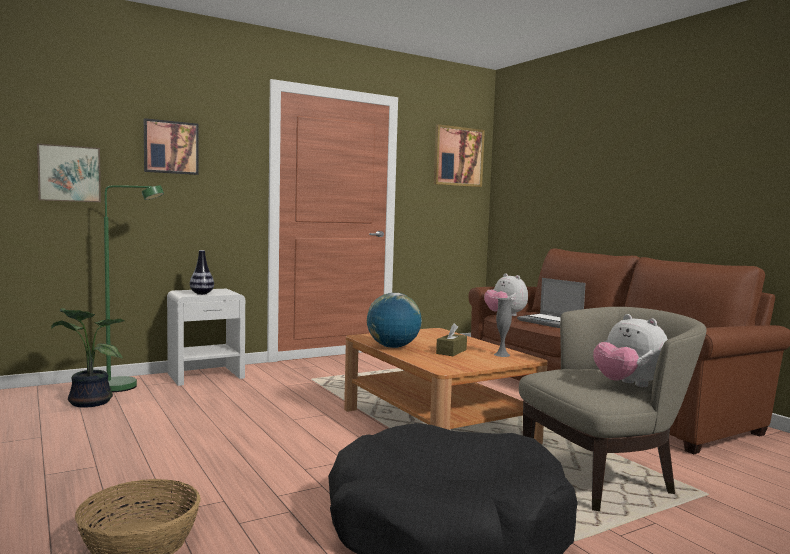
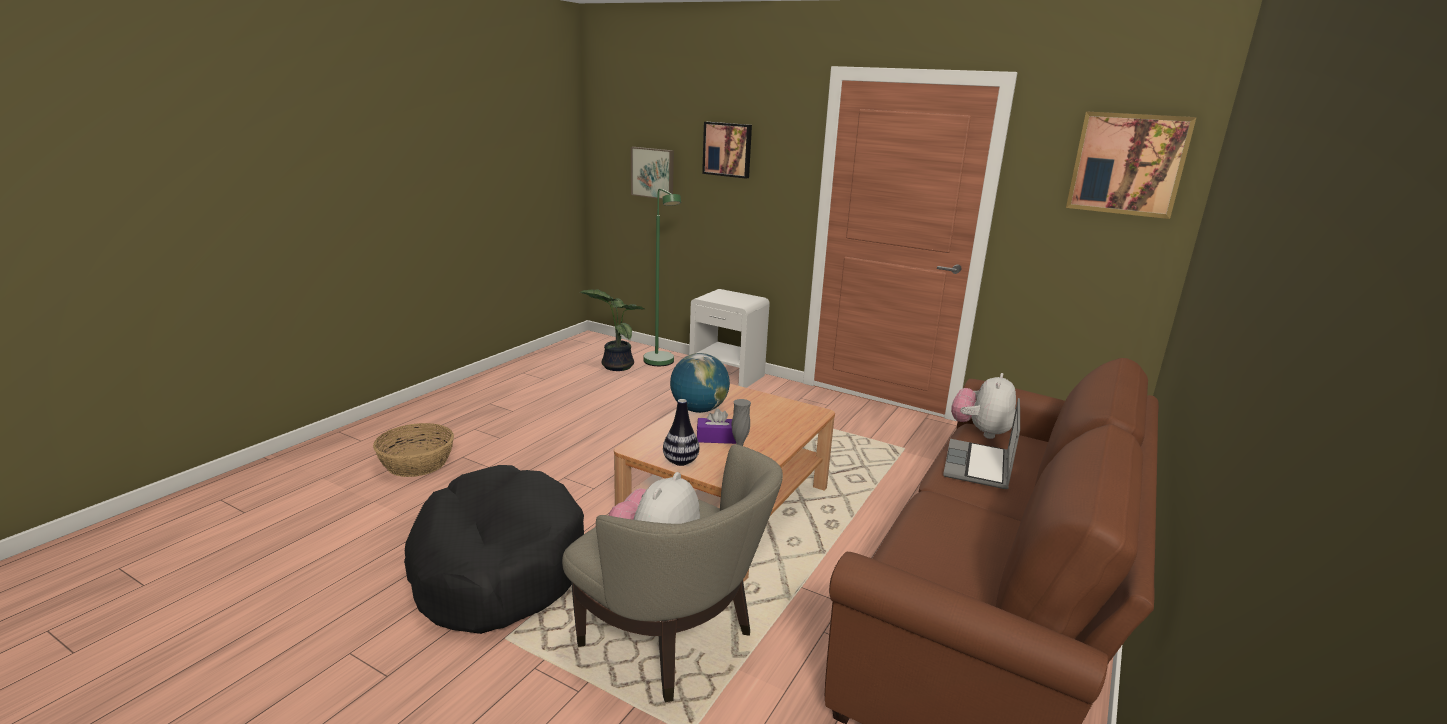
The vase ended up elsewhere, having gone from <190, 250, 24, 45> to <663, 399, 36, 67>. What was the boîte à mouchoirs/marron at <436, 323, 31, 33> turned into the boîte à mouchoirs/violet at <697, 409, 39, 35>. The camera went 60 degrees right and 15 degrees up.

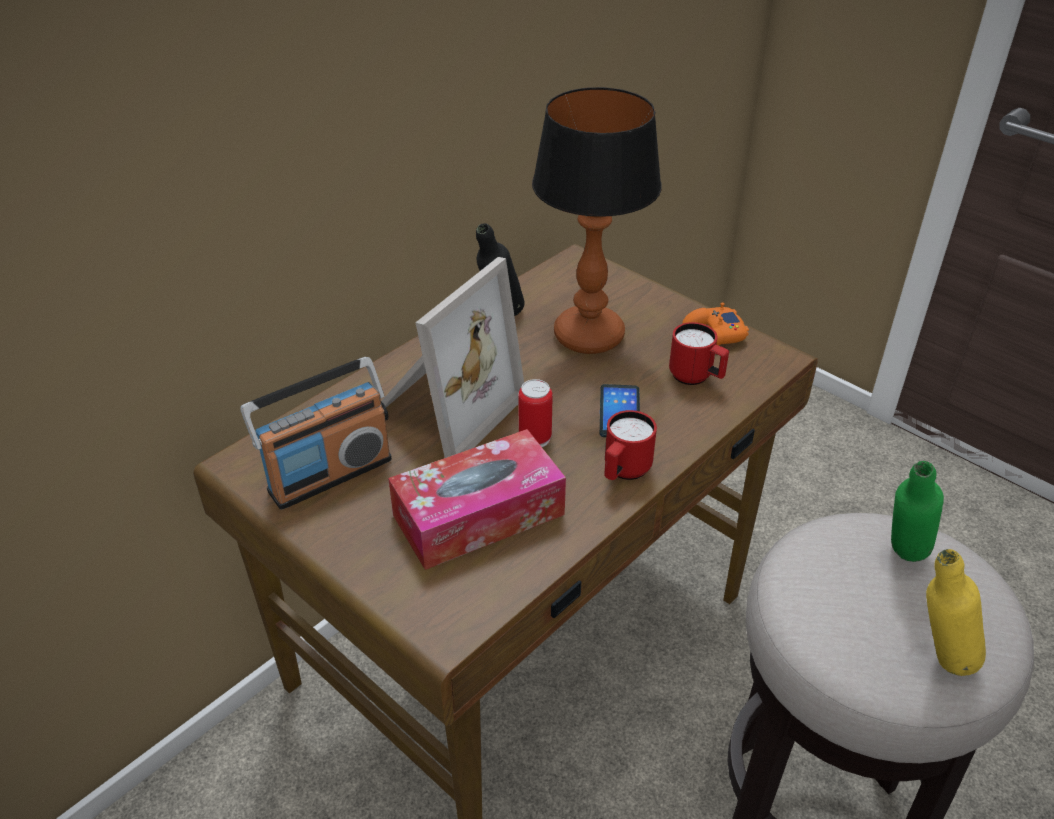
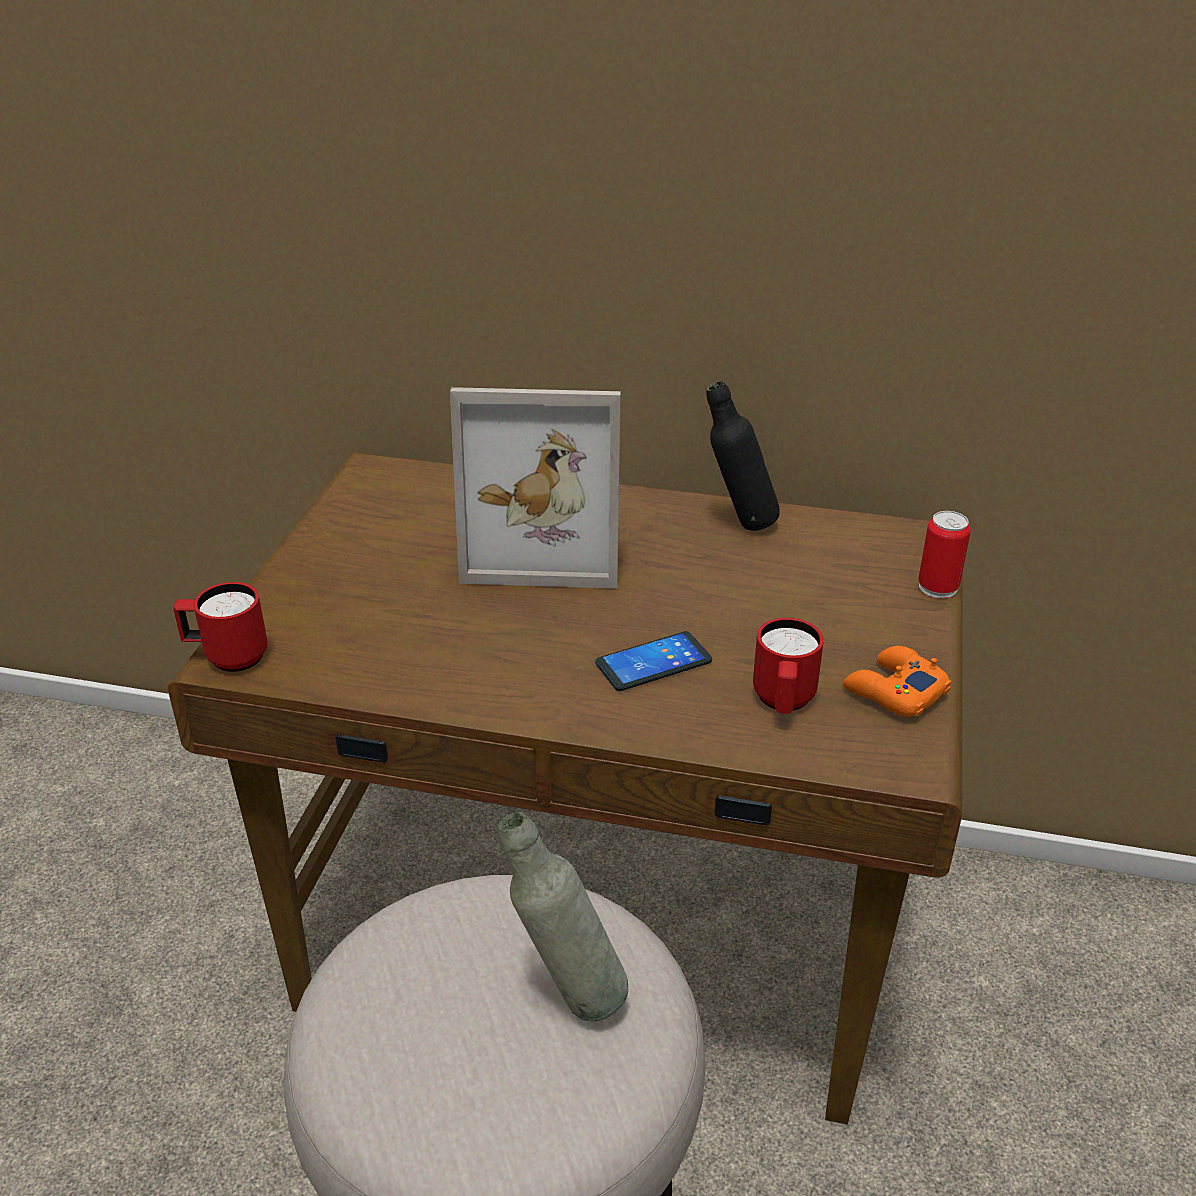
The second view lost the lampe de table at <532, 87, 130, 267>. The second view lost the radio at <240, 357, 152, 153>. The boîte métallique ended up elsewhere, having gone from <518, 379, 35, 68> to <918, 511, 53, 88>. The mug/rouge ended up elsewhere, having gone from <604, 410, 53, 70> to <173, 582, 94, 90>. The second view lost the boîte à mouchoirs at <388, 429, 178, 141>. What was the bouteille/vert at <891, 461, 53, 101> turned into the bouteille/gris at <498, 812, 130, 209>. The second view lost the bouteille/jaune at <926, 549, 60, 127>. The camera went 60 degrees right and 5 degrees down.

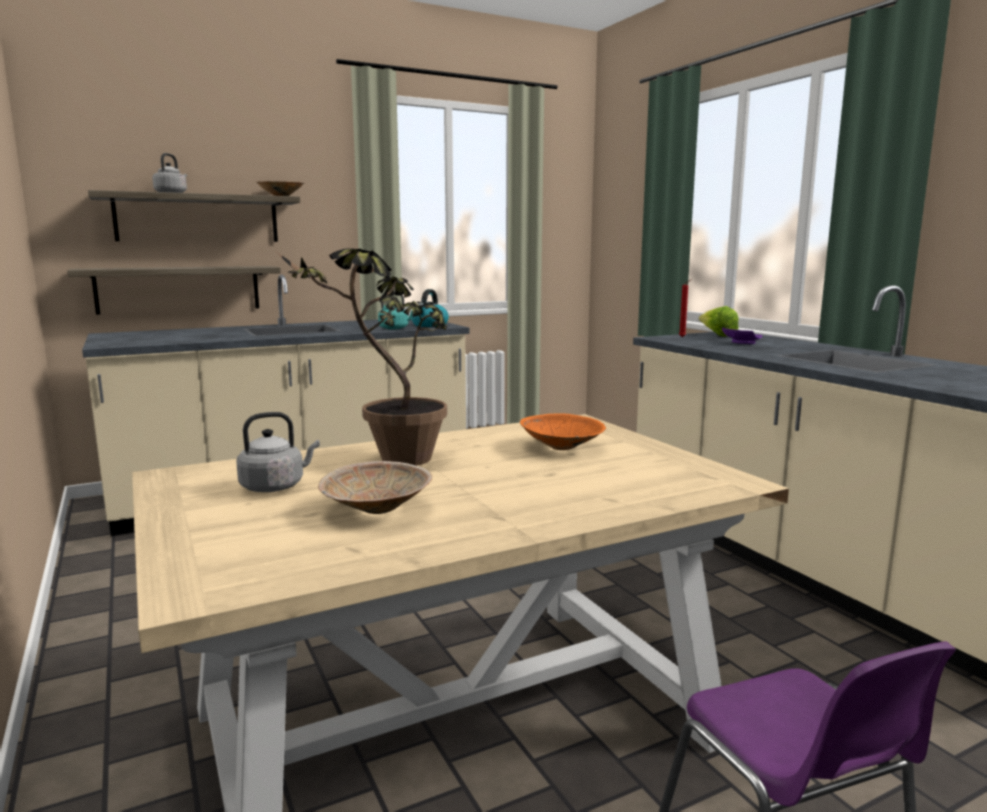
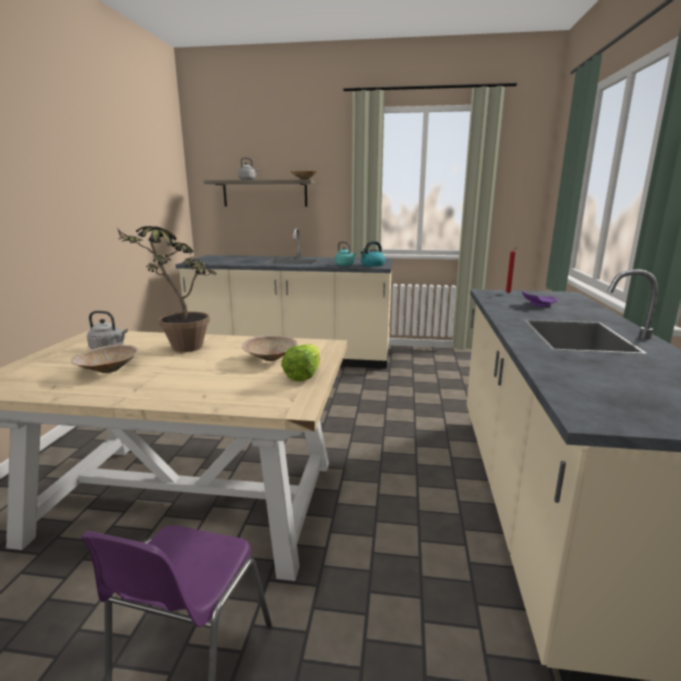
The second view lost the étagère at <67, 266, 214, 49>. The laitue ended up elsewhere, having gone from <699, 306, 39, 31> to <281, 344, 39, 37>. What was the bol/orange at <520, 413, 86, 37> turned into the bol/beige at <242, 335, 56, 26>. The camera went 35 degrees right and 5 degrees up.

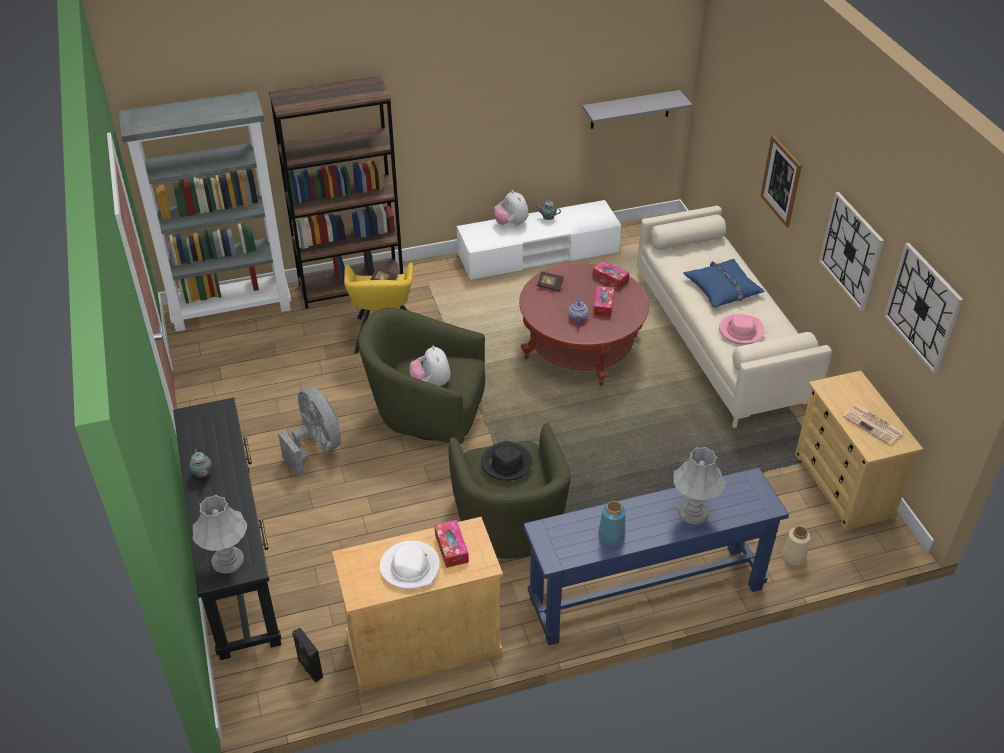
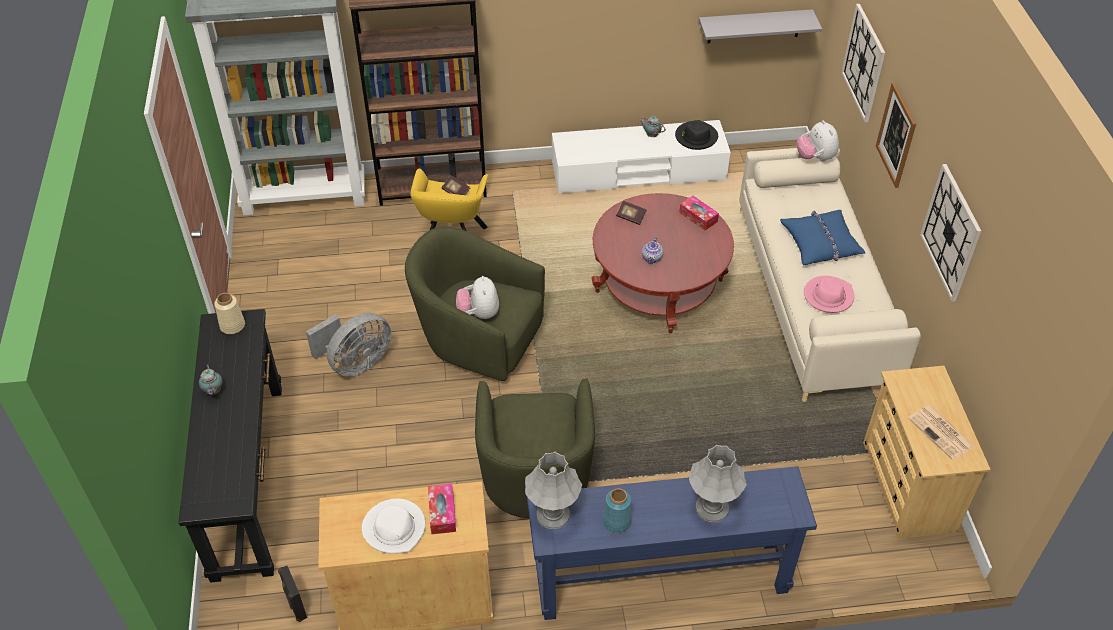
The peluche ended up elsewhere, having gone from <493, 190, 36, 36> to <797, 120, 42, 41>. The horloge murale ended up elsewhere, having gone from <884, 243, 79, 131> to <841, 4, 44, 118>. The second view lost the boîte à mouchoirs at <593, 286, 21, 31>. The ventilateur/gris at <278, 387, 63, 90> ended up facing another way, 75 degrees clockwise from before. The chapeau/noir ended up elsewhere, having gone from <481, 441, 52, 40> to <675, 120, 43, 30>. The lampe de table/gris ended up elsewhere, having gone from <193, 495, 54, 78> to <525, 451, 57, 78>. The vase/beige ended up elsewhere, having gone from <782, 526, 28, 39> to <214, 293, 31, 41>. The camera went 10 degrees right and 5 degrees up.

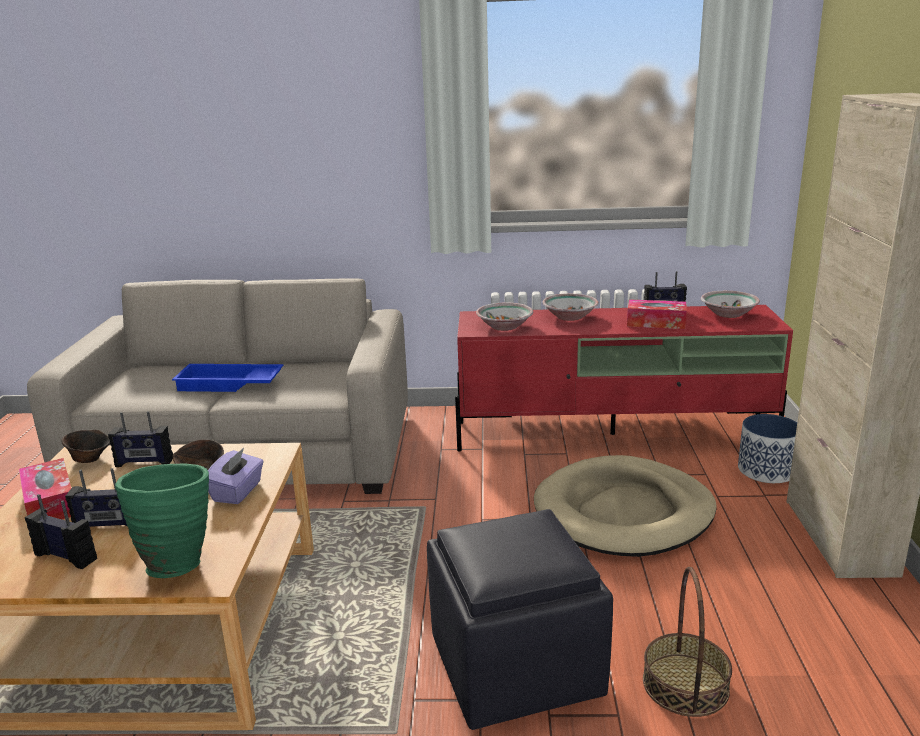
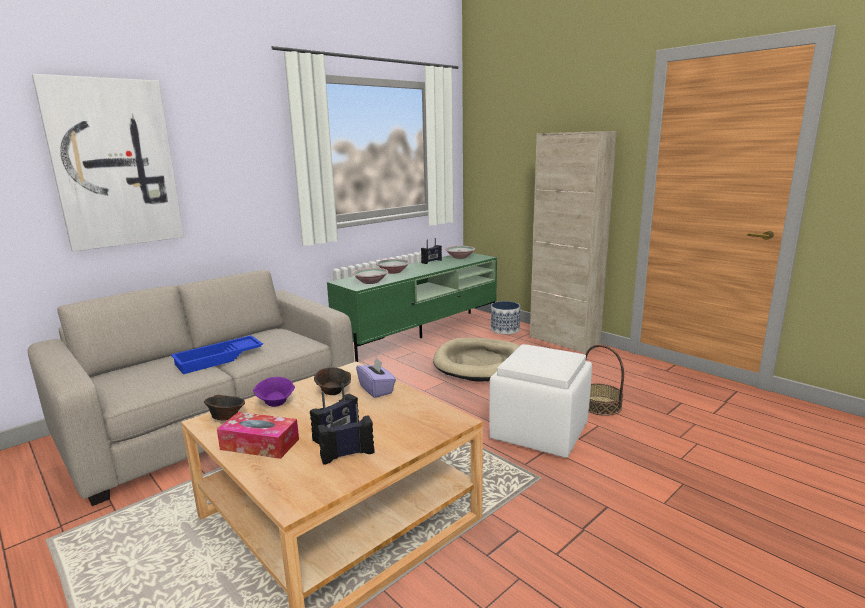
The second view lost the boîte à mouchoirs at <627, 299, 60, 30>. What was the meuble télé/rouge at <455, 305, 338, 147> turned into the meuble télé/vert at <327, 253, 170, 109>. Where the radio stood at <108, 411, 65, 56>, the bol/violet came to stand at <253, 377, 42, 30>. The second view lost the vase/vert at <115, 464, 94, 114>. What was the pouf/noir at <427, 509, 186, 221> turned into the pouf/blanc at <489, 344, 103, 114>. The second view gained the tableau at <32, 74, 152, 178>. The camera went 45 degrees left and 5 degrees down.

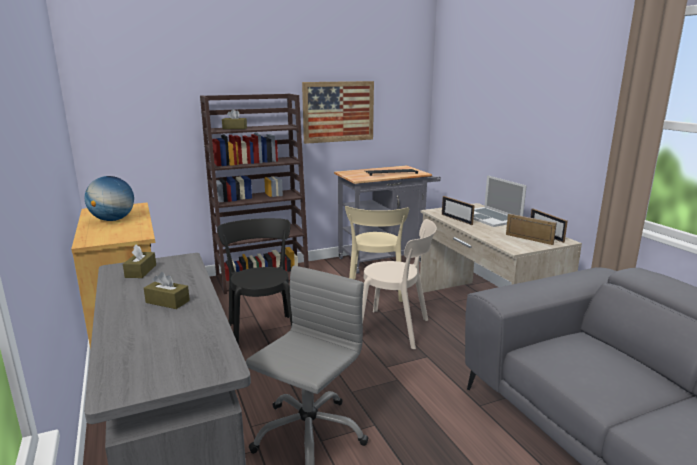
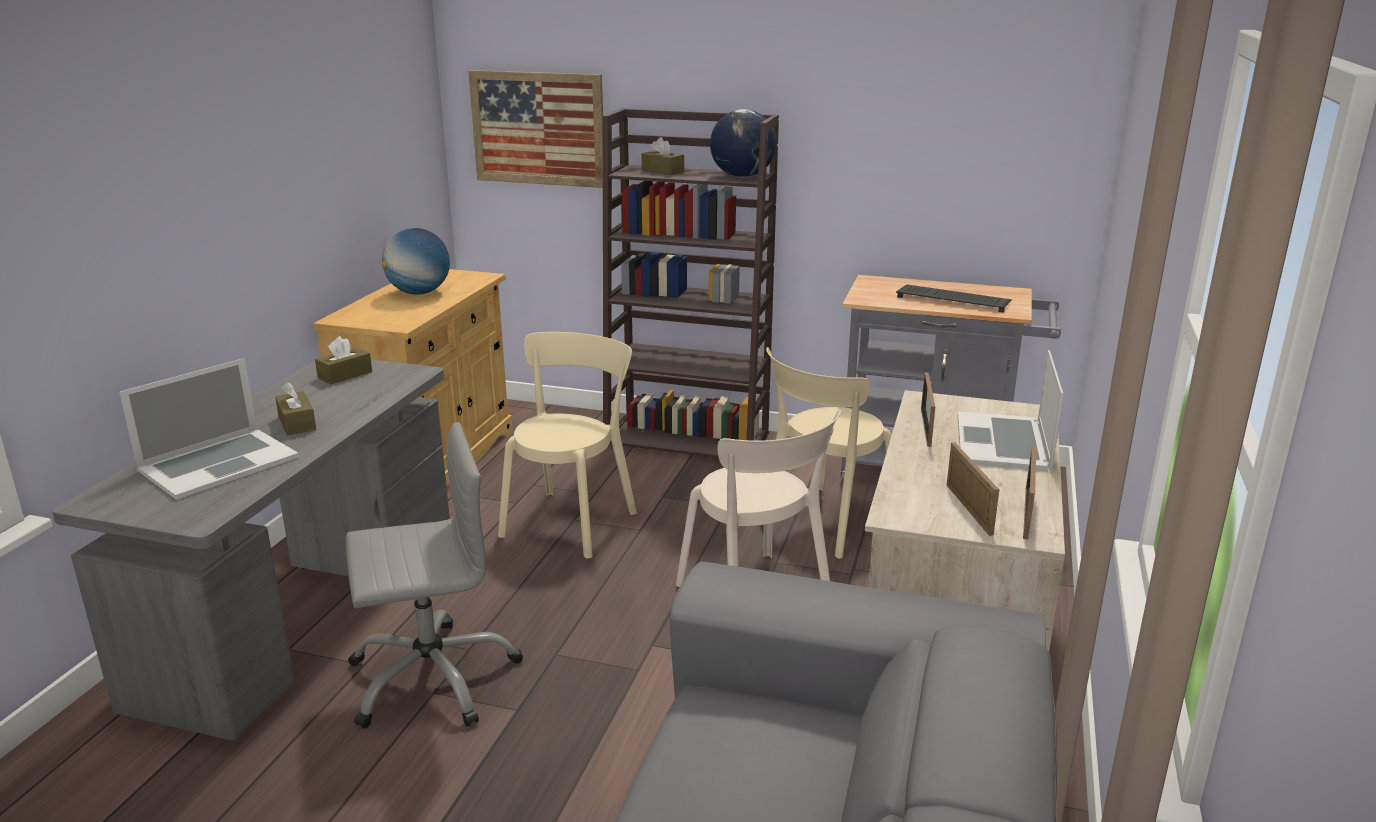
The tableau ended up elsewhere, having gone from <302, 81, 72, 63> to <468, 70, 135, 118>. What was the chaise/noir at <217, 218, 76, 127> turned into the chaise/beige at <498, 332, 139, 227>. The second view gained the globe at <710, 109, 66, 69>. The second view gained the ordinateur portable at <119, 358, 180, 142>. The camera went 40 degrees right and 5 degrees up.

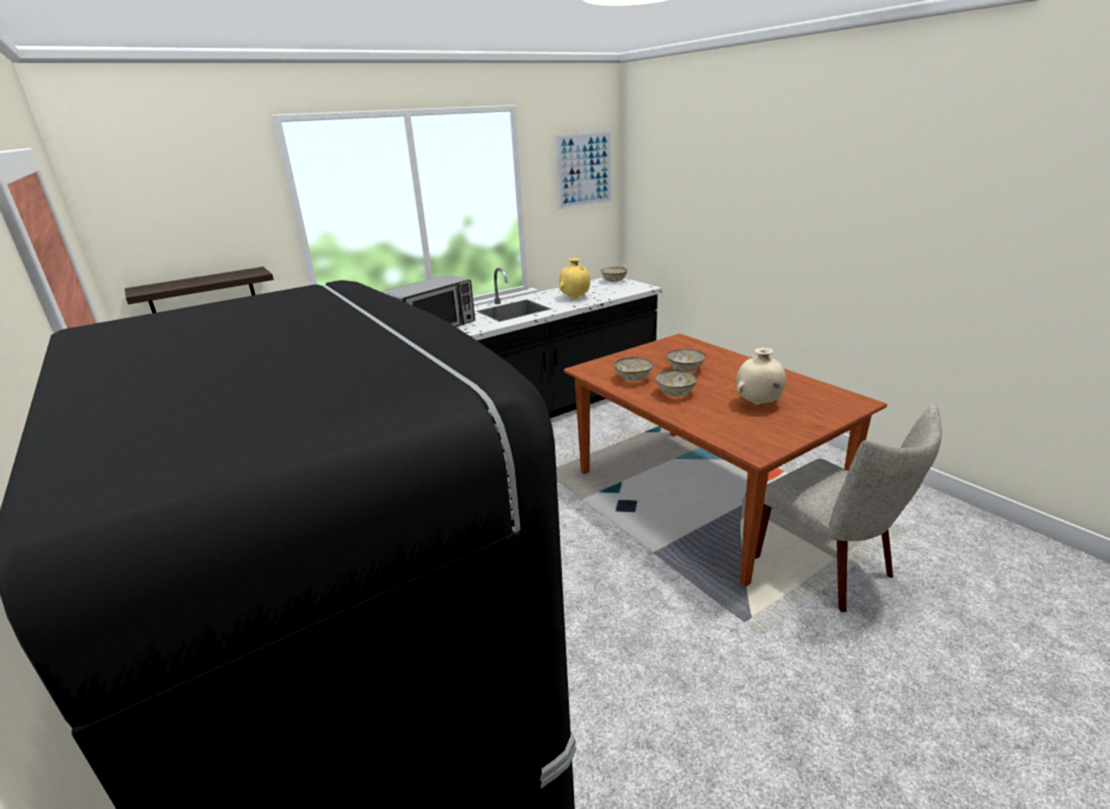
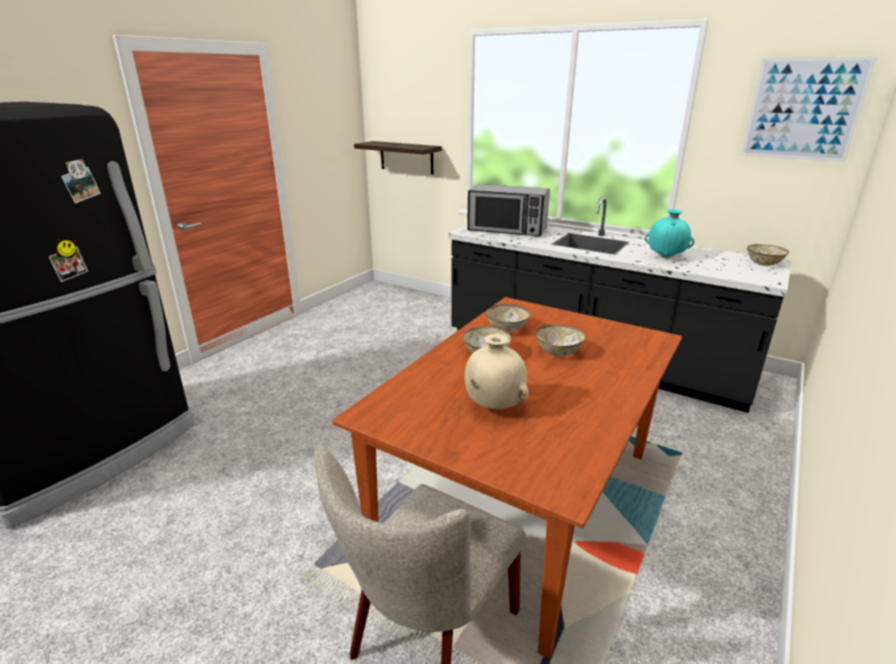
What was the vase/jaune at <559, 258, 32, 40> turned into the vase/turquoise at <645, 209, 49, 49>. The camera went 65 degrees right and 0 degrees up.

